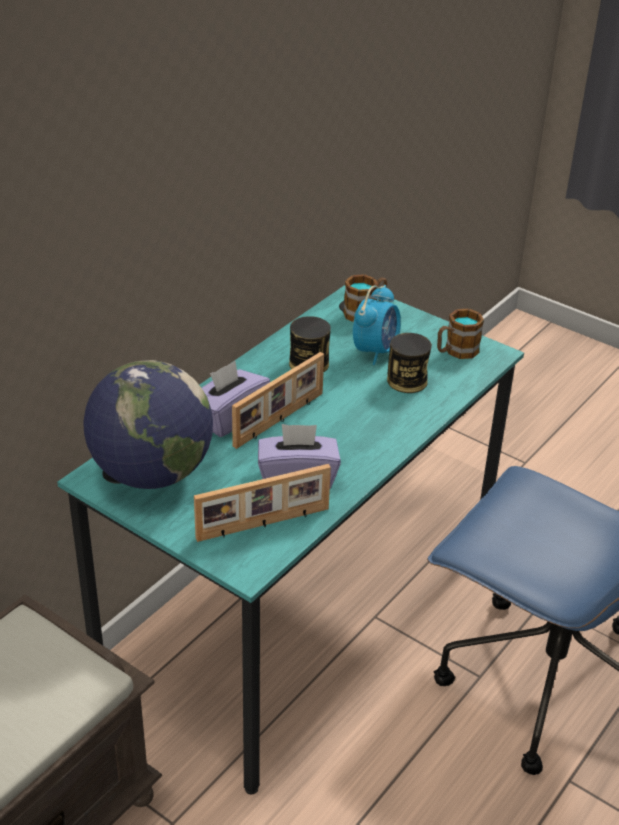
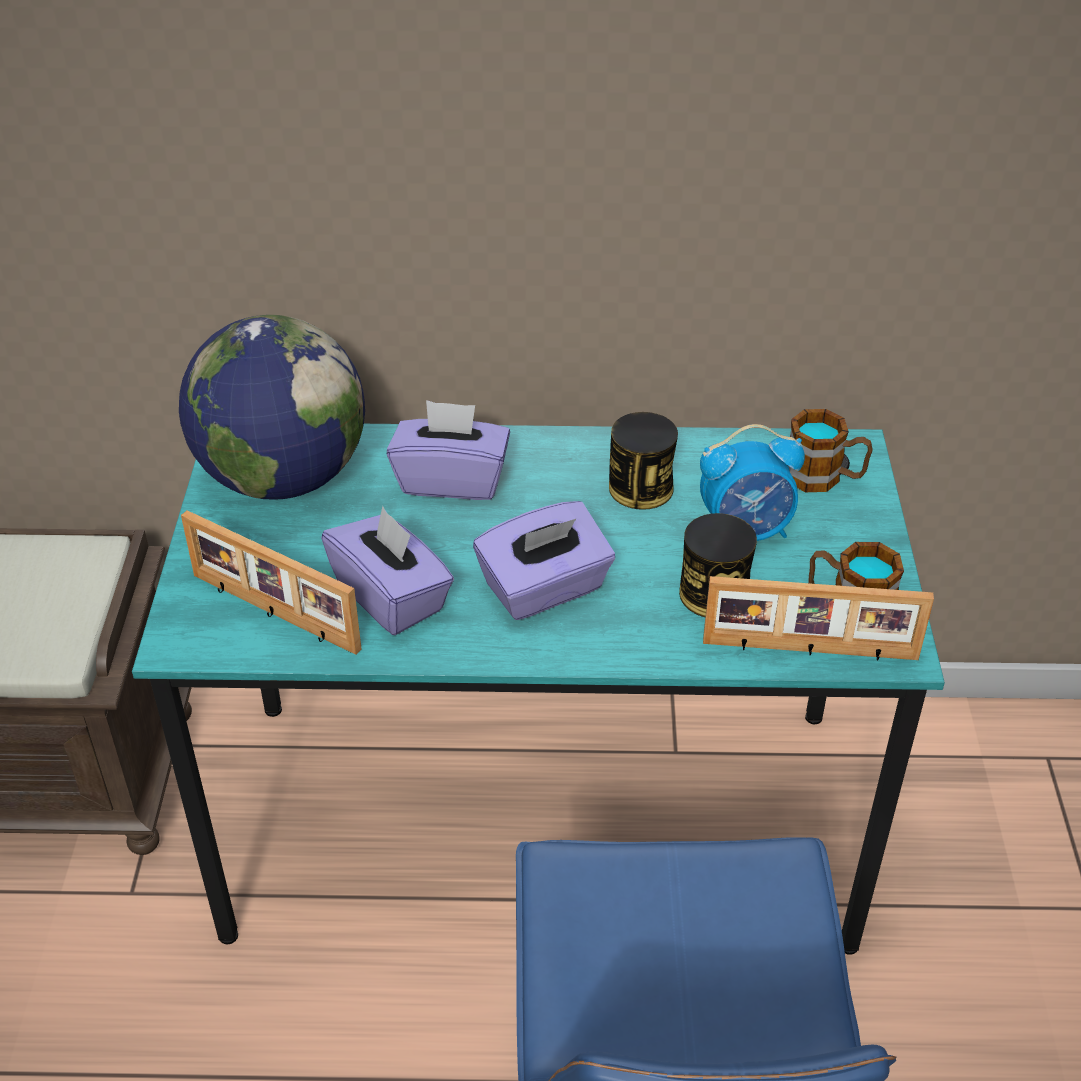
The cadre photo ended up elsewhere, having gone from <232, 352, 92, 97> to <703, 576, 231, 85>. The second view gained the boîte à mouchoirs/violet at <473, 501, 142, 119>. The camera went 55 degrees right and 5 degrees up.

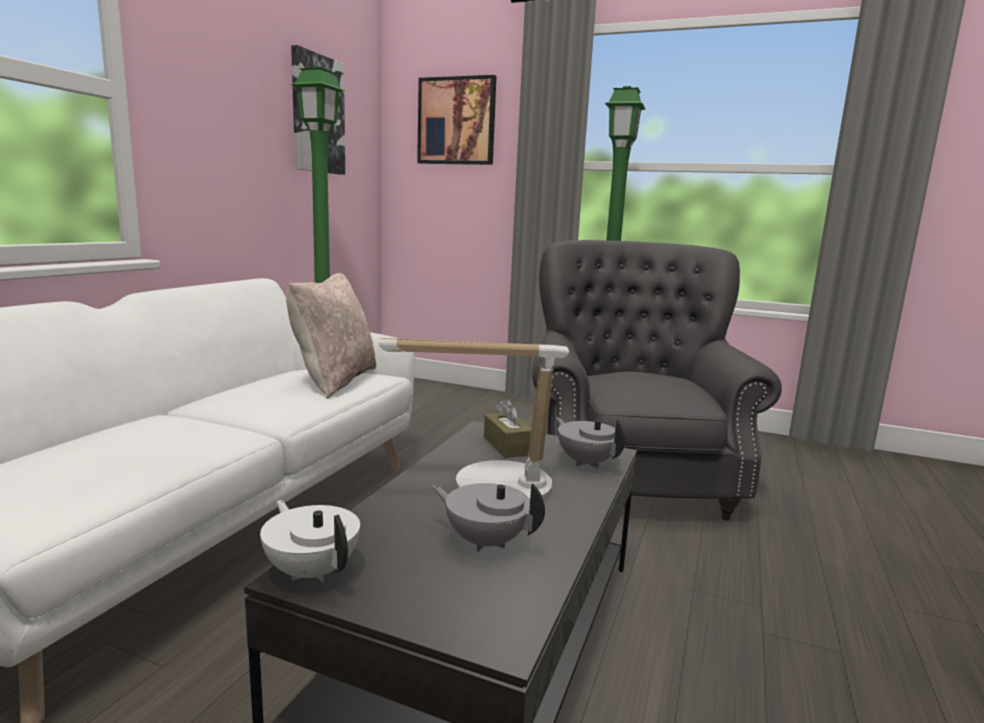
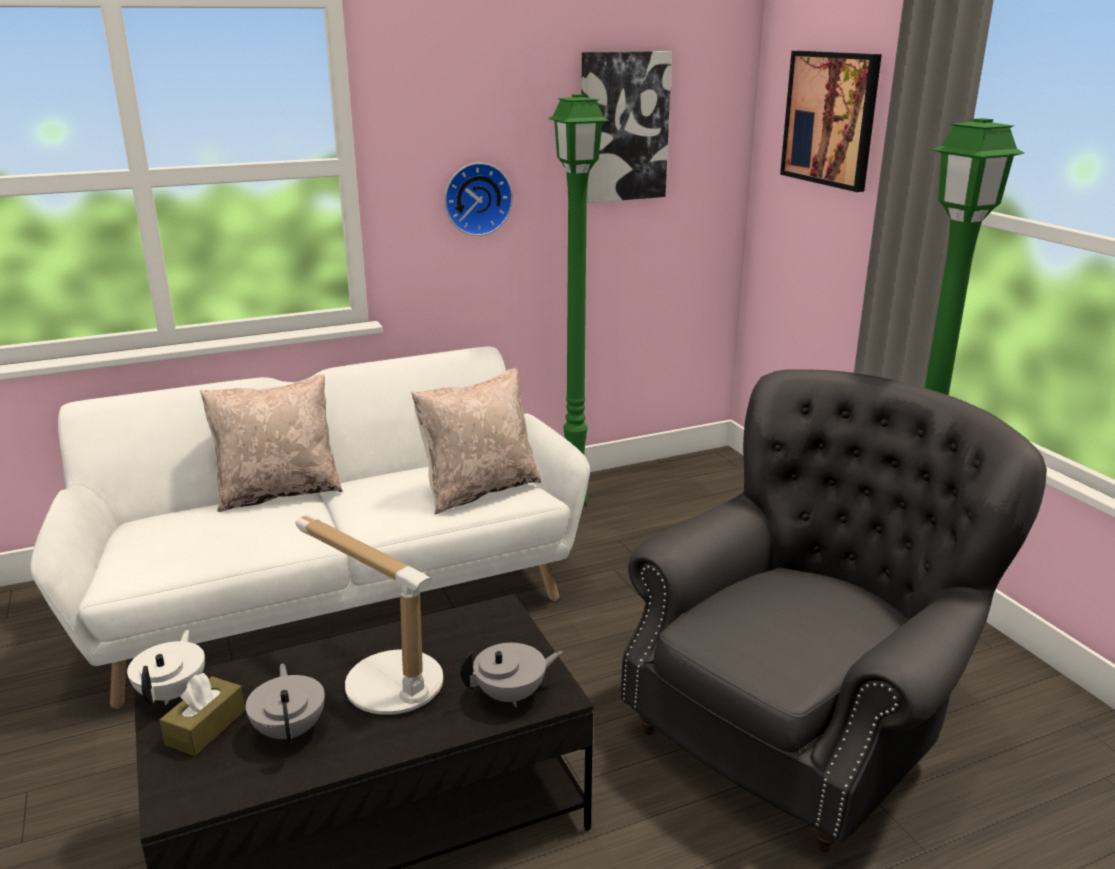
The boîte à mouchoirs/marron ended up elsewhere, having gone from <484, 398, 47, 60> to <160, 673, 85, 83>. The théière/gris at <556, 417, 69, 51> ended up facing another way, 60 degrees clockwise from before. The second view gained the horloge murale at <445, 163, 68, 73>. The second view gained the coussin/beige at <200, 375, 143, 137>. The camera went 45 degrees right and 10 degrees up.

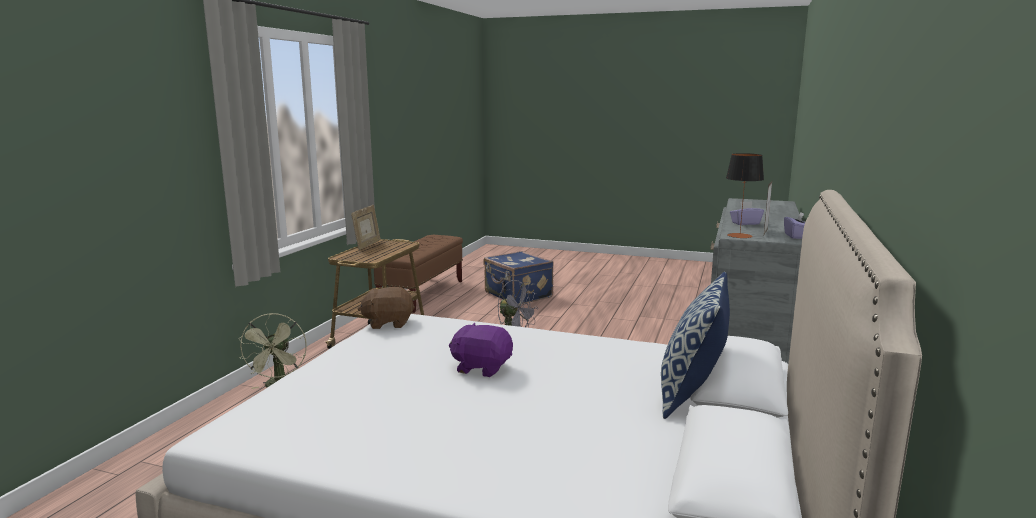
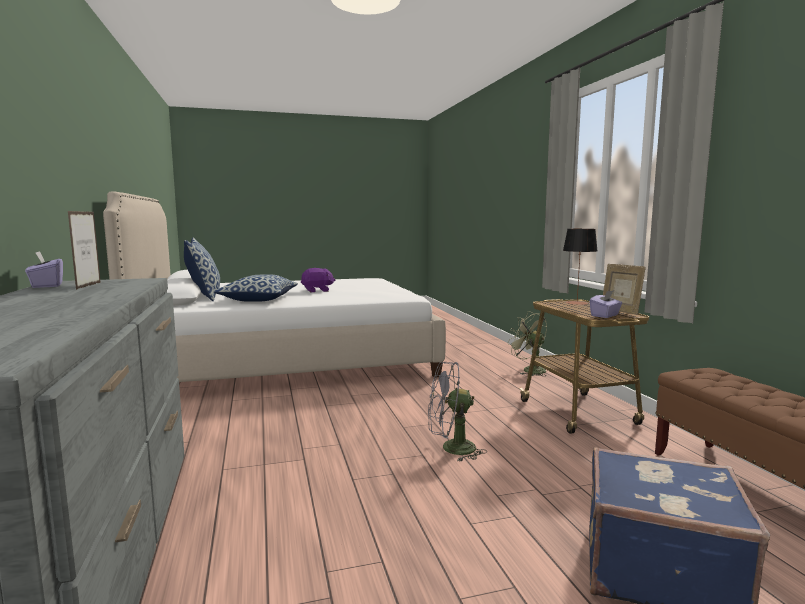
The lampe de table ended up elsewhere, having gone from <726, 153, 38, 85> to <563, 229, 34, 76>. The boîte à mouchoirs/violet ended up elsewhere, having gone from <730, 201, 34, 24> to <589, 290, 33, 28>. The second view lost the peluche/marron at <358, 287, 57, 42>. The second view gained the coussin at <214, 274, 84, 28>. The camera went 145 degrees right and 5 degrees down.

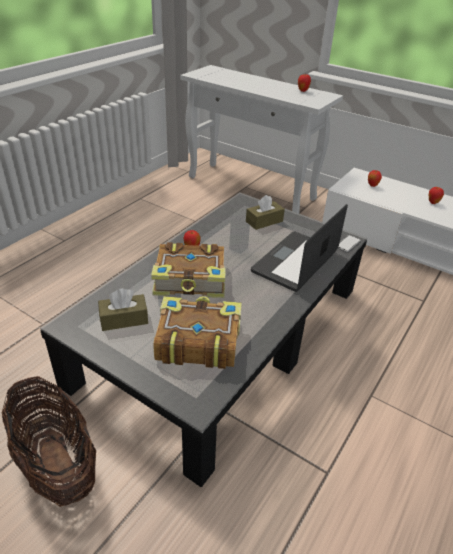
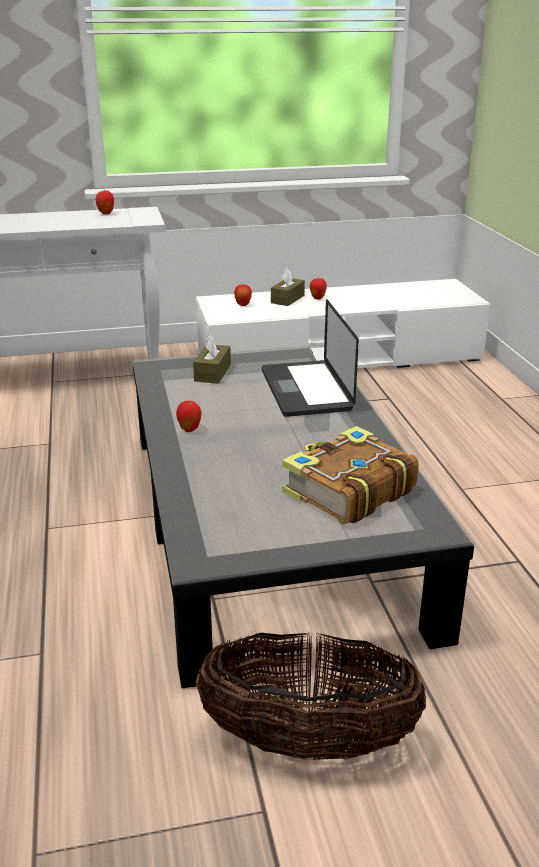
The second view lost the livre at <151, 242, 75, 56>. The boîte à mouchoirs/marron ended up elsewhere, having gone from <98, 288, 50, 43> to <271, 268, 34, 38>. The camera went 45 degrees left and 10 degrees down.

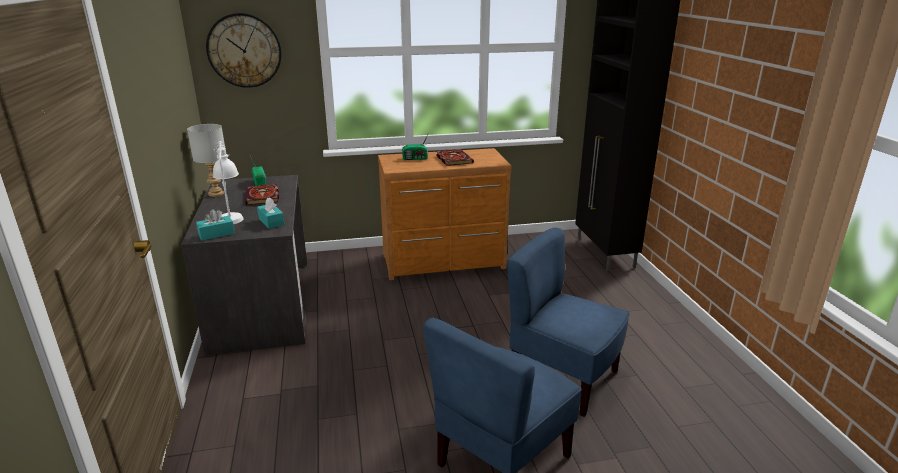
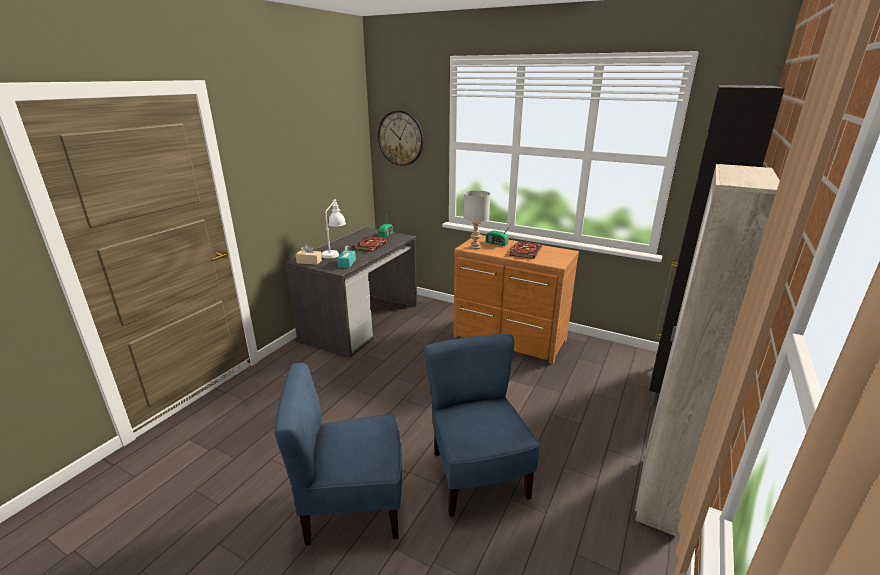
The lampe de table/gris ended up elsewhere, having gone from <187, 124, 38, 73> to <464, 190, 26, 59>. What was the boîte à mouchoirs/turquoise at <196, 209, 39, 32> turned into the boîte à mouchoirs/beige at <295, 244, 27, 21>. The second view gained the armoire/beige at <635, 164, 145, 373>. The camera went 40 degrees right and 0 degrees up.

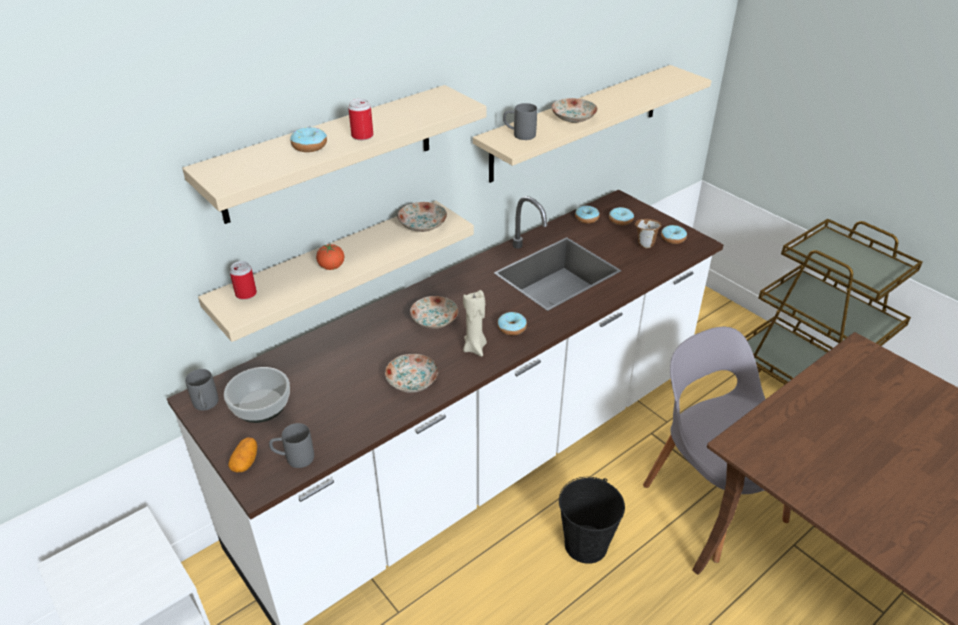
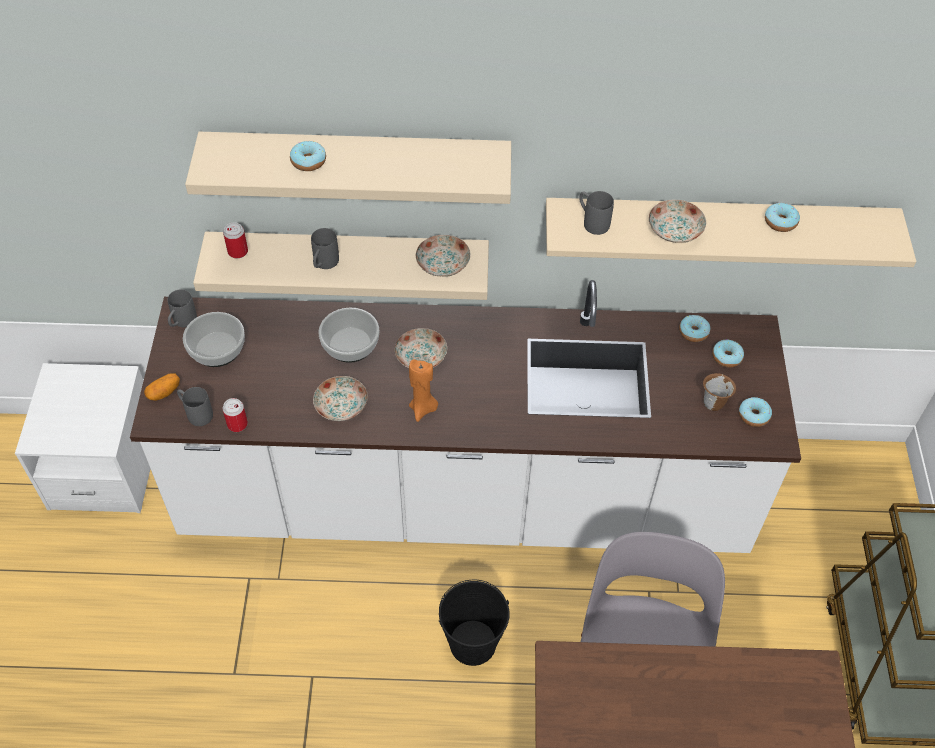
The boîte métallique ended up elsewhere, having gone from <348, 99, 25, 41> to <223, 398, 25, 34>. Where the tomate stood at <316, 243, 28, 27>, the mug/gris came to stand at <311, 228, 28, 41>. What was the bougie/beige at <463, 290, 24, 67> turned into the bougie/orange at <409, 359, 29, 63>. The beignet ended up elsewhere, having gone from <498, 312, 29, 23> to <765, 203, 35, 29>. The second view gained the bol at <318, 308, 62, 55>. The camera went 40 degrees right and 15 degrees up.

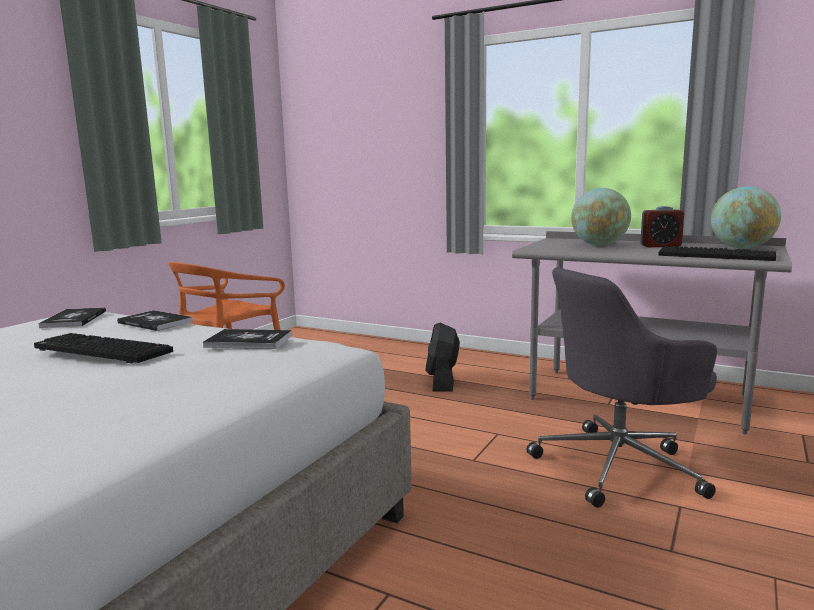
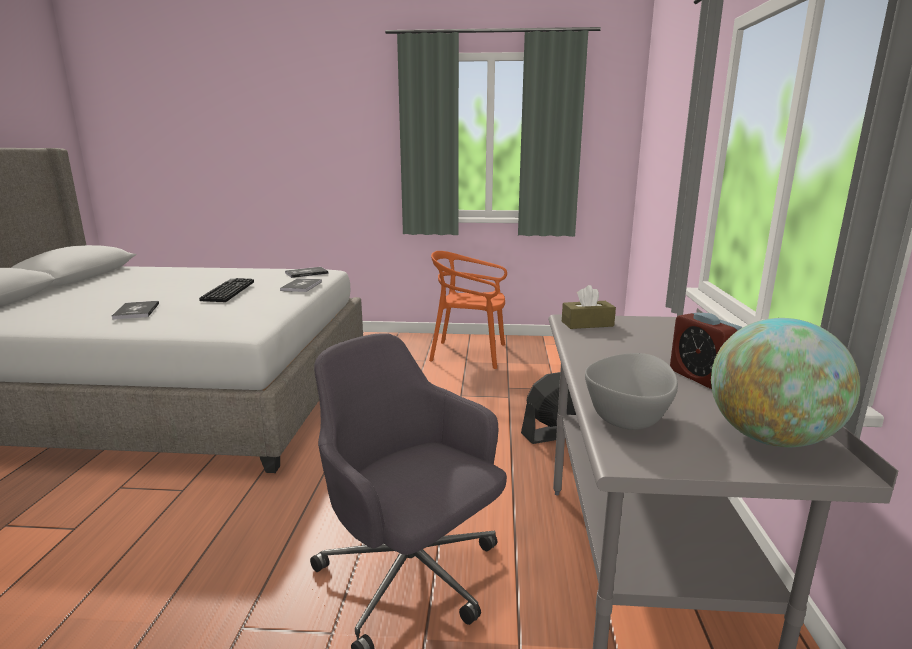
The second view lost the globe at <571, 188, 60, 58>. Where the clavier stood at <658, 246, 118, 15>, the bol/gris came to stand at <585, 353, 93, 77>. The livre ended up elsewhere, having gone from <203, 329, 89, 20> to <112, 301, 47, 19>. The second view gained the boîte à mouchoirs/marron at <562, 285, 54, 44>. The camera went 65 degrees right and 5 degrees up.

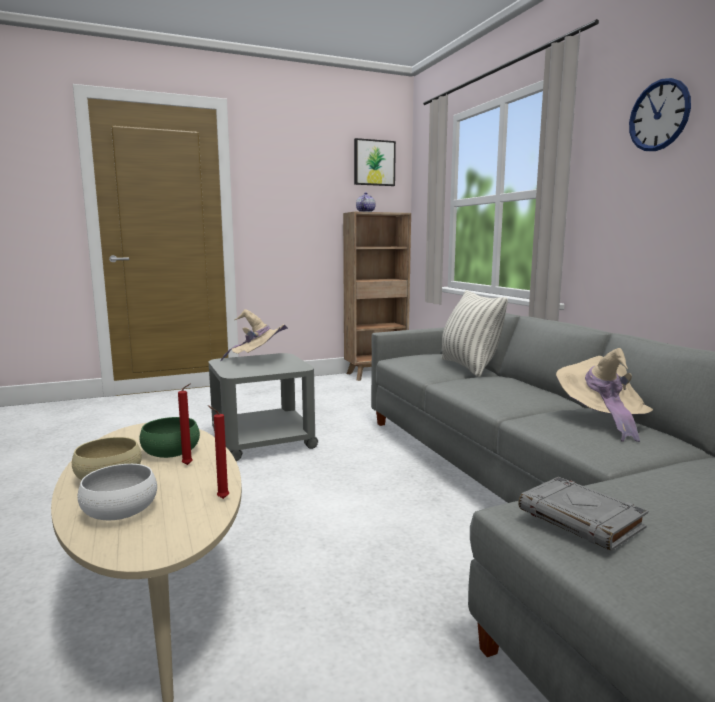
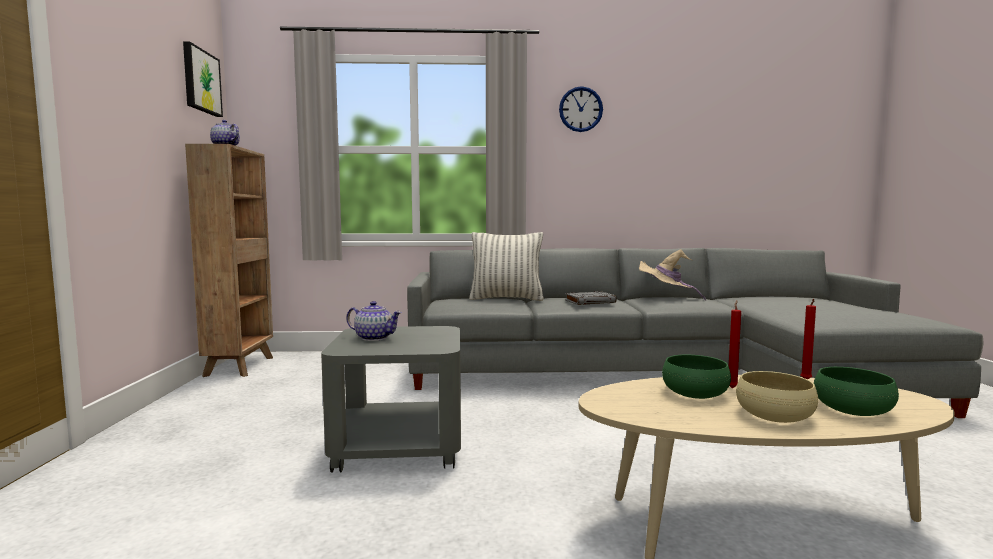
Where the chapeau/beige stood at <220, 309, 68, 52>, the théière came to stand at <346, 301, 56, 40>. What was the bol/blanc at <78, 464, 79, 56> turned into the bol/vert at <814, 367, 85, 49>. The livre/gris ended up elsewhere, having gone from <519, 477, 129, 74> to <565, 291, 52, 14>. The camera went 70 degrees left and 5 degrees down.

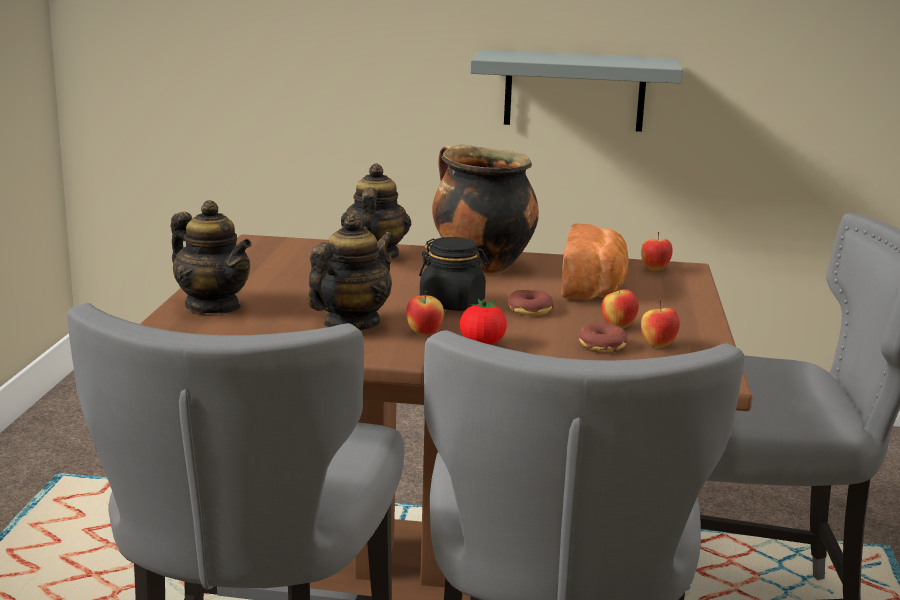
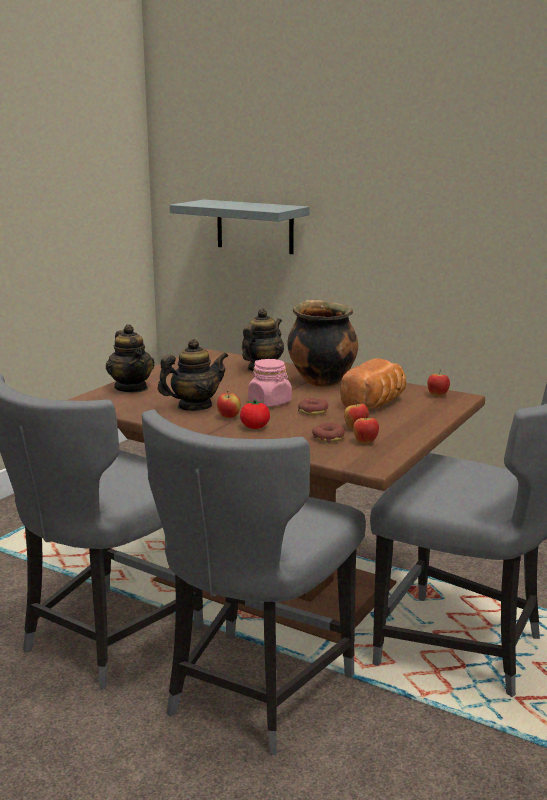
The étagère/gris ended up elsewhere, having gone from <470, 50, 213, 82> to <170, 200, 140, 54>. What was the bocal/noir at <419, 237, 70, 74> turned into the bocal/rose at <248, 359, 44, 48>. The camera went 25 degrees right and 0 degrees up.

